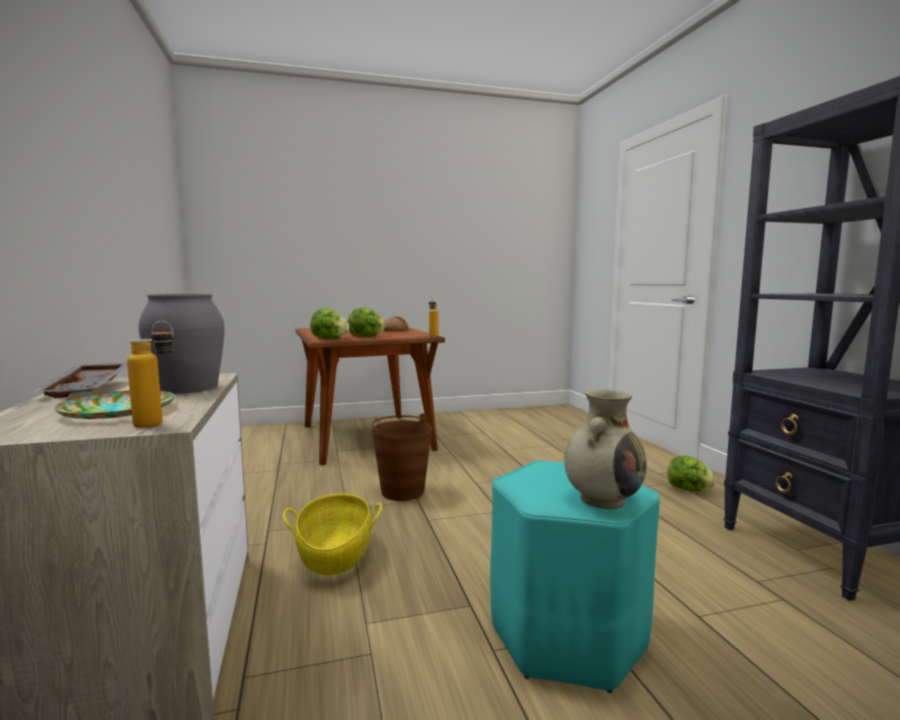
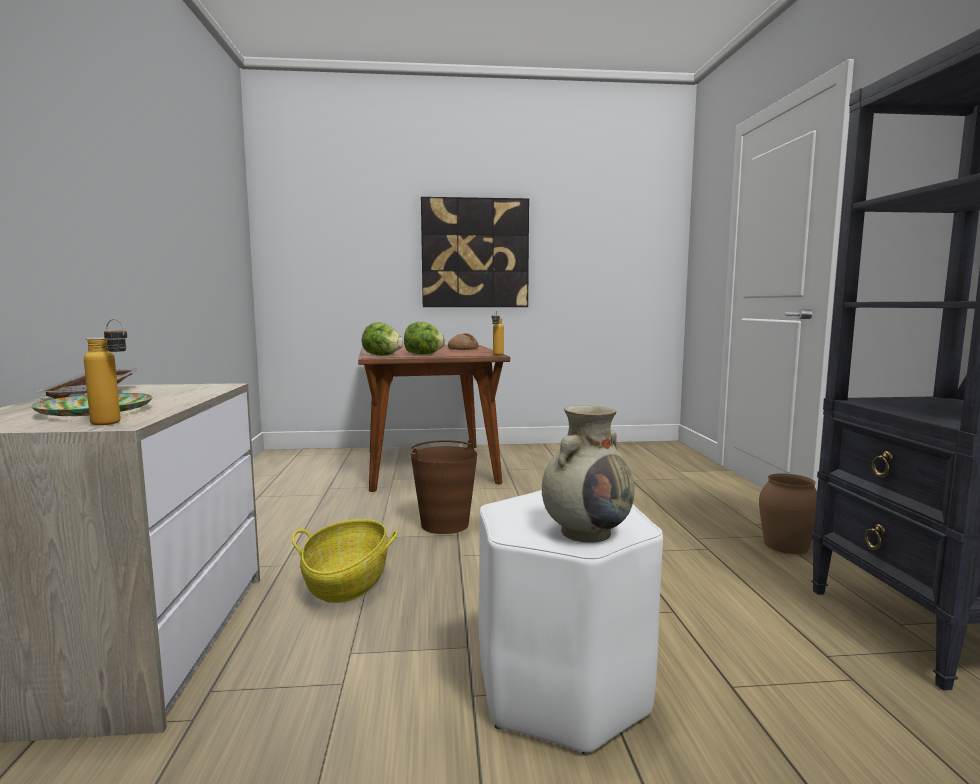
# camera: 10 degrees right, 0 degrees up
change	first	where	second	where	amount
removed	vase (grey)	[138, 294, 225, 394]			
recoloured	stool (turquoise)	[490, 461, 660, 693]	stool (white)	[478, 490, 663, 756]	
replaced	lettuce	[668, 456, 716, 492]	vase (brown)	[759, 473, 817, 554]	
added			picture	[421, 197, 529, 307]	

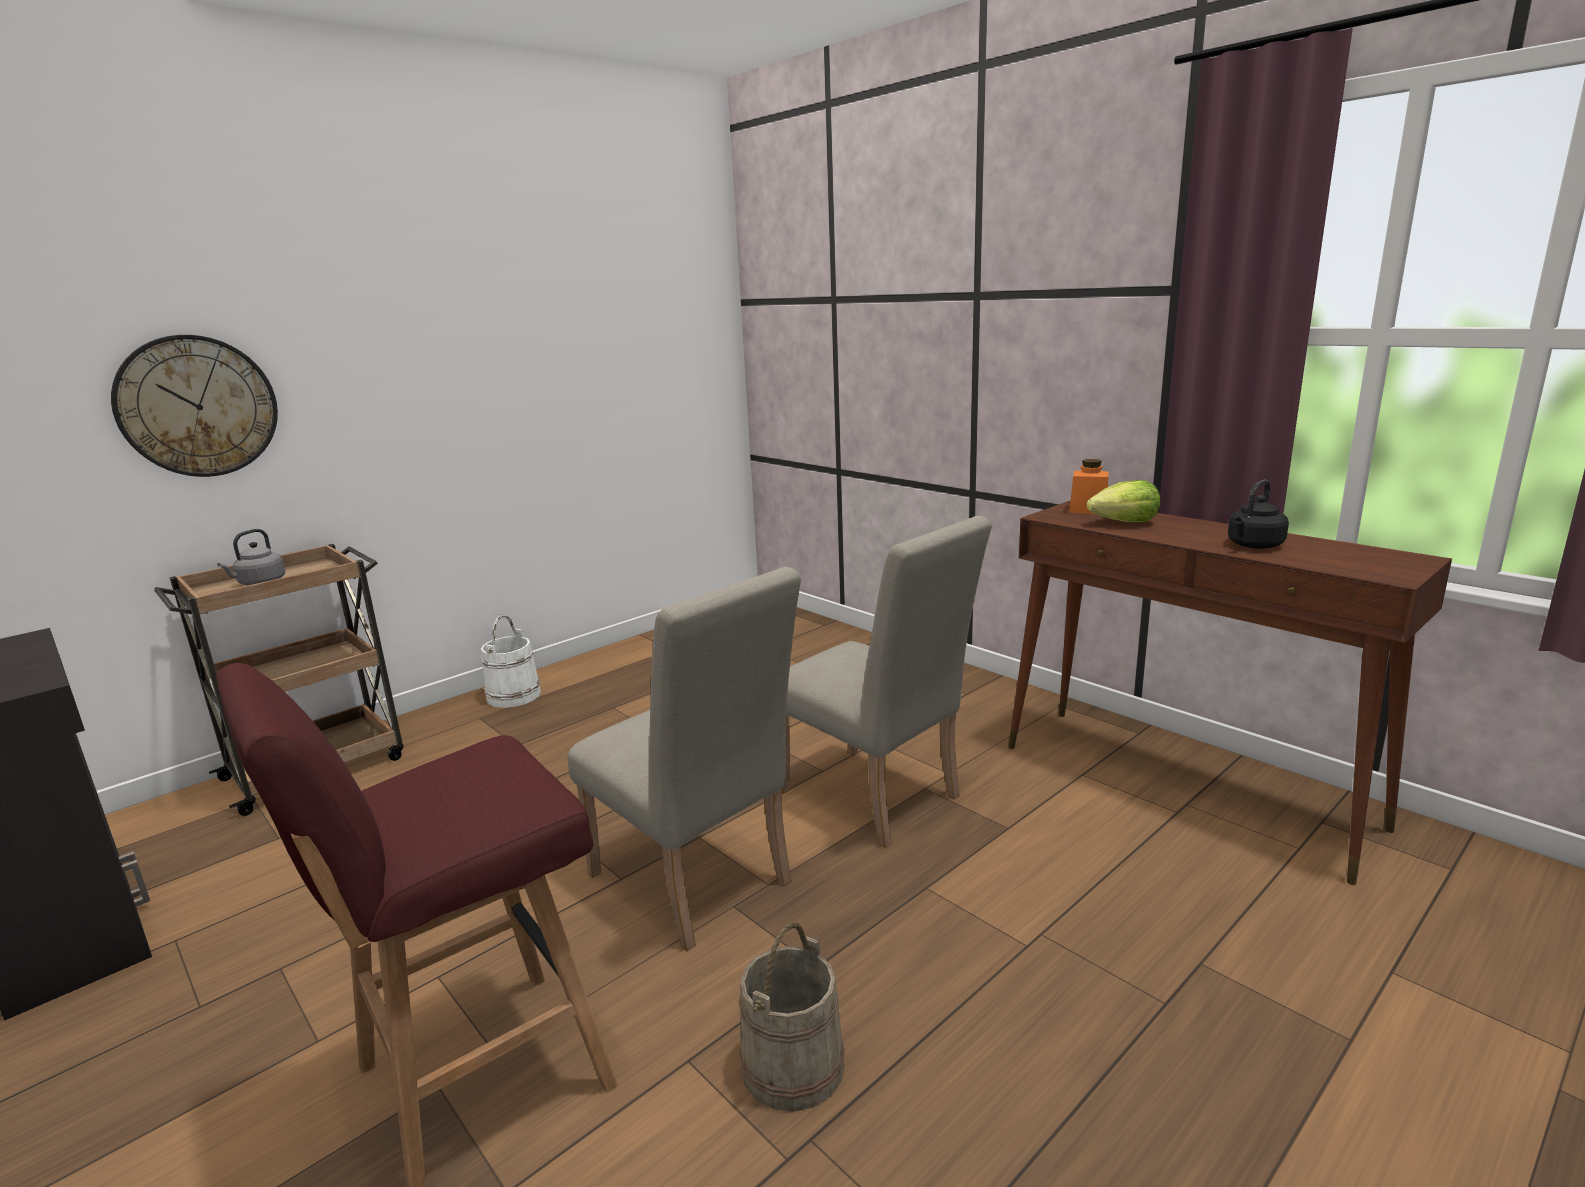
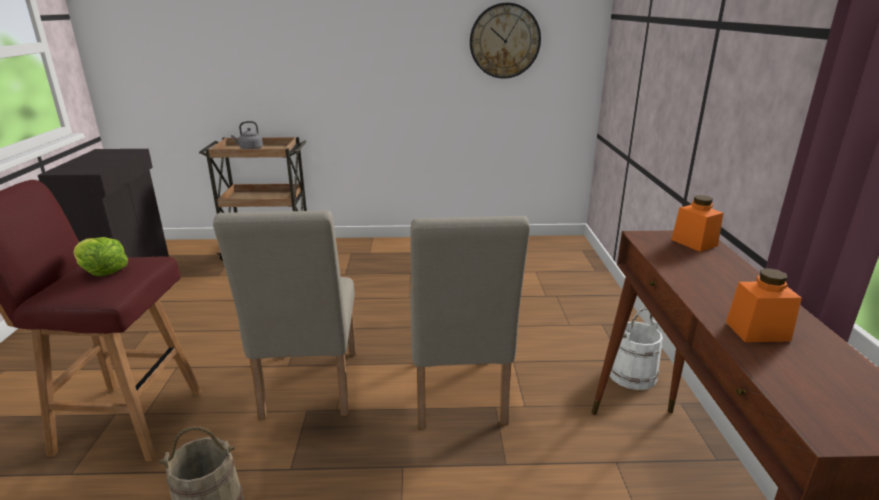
# camera: 40 degrees right, 5 degrees up
change	first	where	second	where	amount
moved	wall clock	[111, 335, 278, 477]		[470, 3, 541, 79]	
moved	bucket (white)	[481, 615, 541, 708]		[610, 307, 663, 390]	
moved	lettuce	[1087, 480, 1160, 522]		[73, 237, 128, 276]	
replaced	kettle (black)	[1228, 480, 1289, 549]	jar (orange)	[726, 268, 802, 342]	

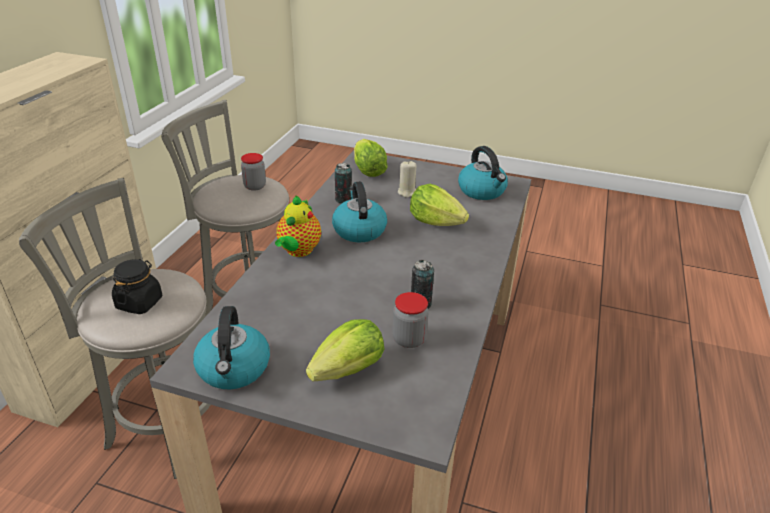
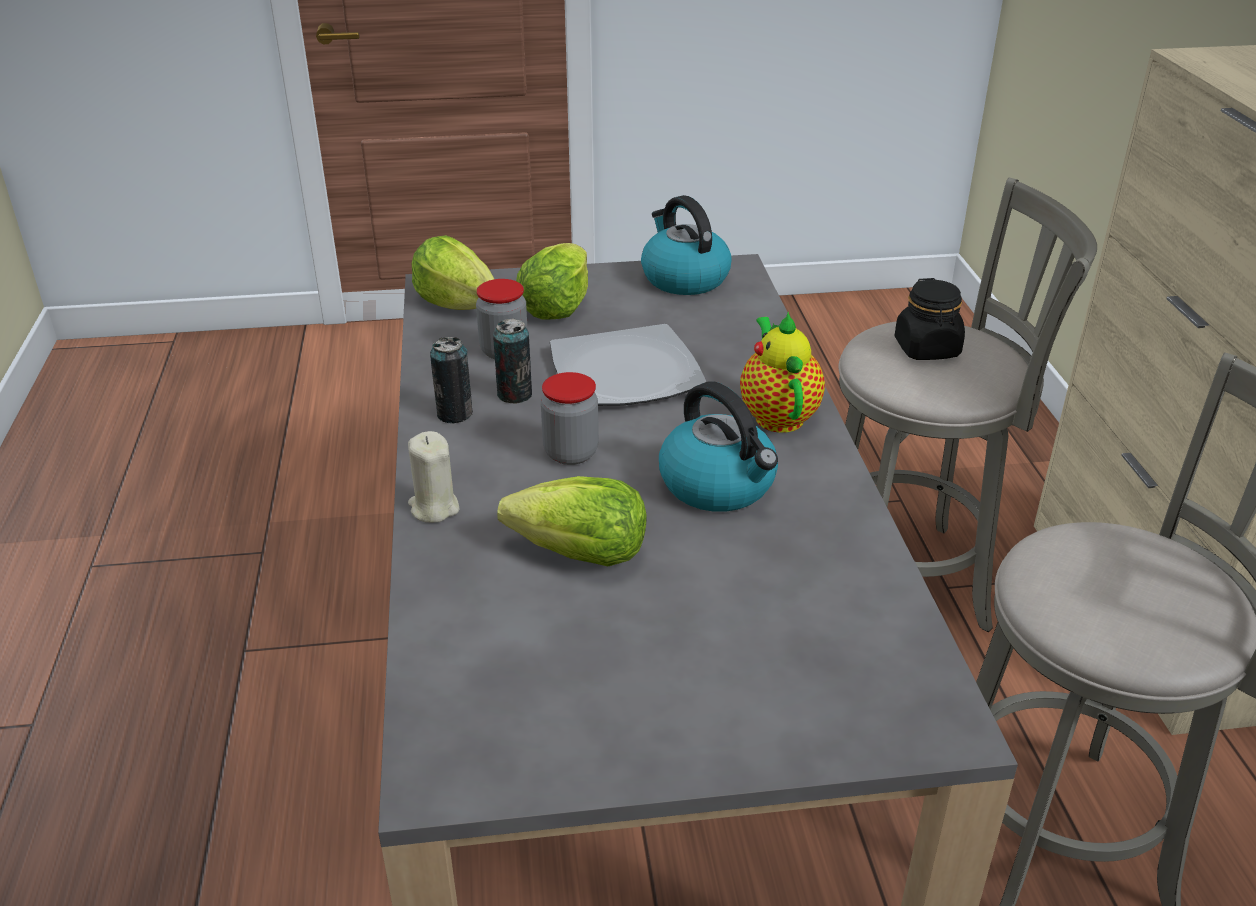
# camera: 155 degrees right, 0 degrees up
change	first	where	second	where	amount
moved	jar	[241, 153, 266, 191]		[541, 372, 599, 465]	
moved	can	[335, 163, 352, 204]		[430, 337, 473, 424]	
moved	lettuce	[354, 139, 388, 177]		[411, 235, 494, 310]	
moved	candle (beige)	[398, 161, 417, 198]		[408, 431, 459, 523]	
removed	kettle	[458, 146, 508, 200]			
added			plate	[550, 324, 706, 406]	

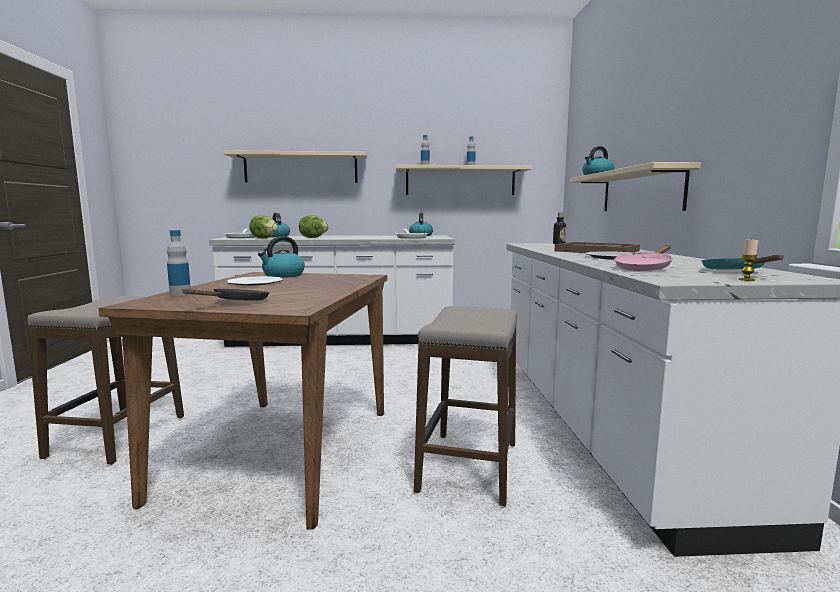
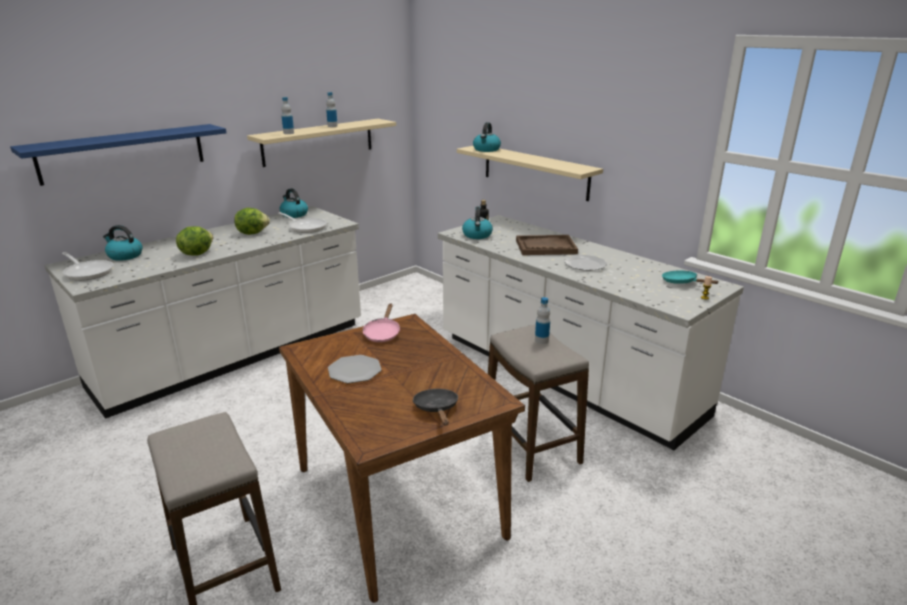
# camera: 40 degrees left, 15 degrees up
change	first	where	second	where	amount
moved	bottle	[167, 230, 191, 296]		[535, 297, 550, 344]	
recoloured	shelf (beige)	[223, 151, 367, 183]	shelf (blue)	[10, 124, 226, 186]	
moved	lettuce	[249, 215, 278, 238]		[234, 208, 270, 235]	
moved	kettle	[258, 236, 305, 278]		[462, 207, 493, 239]	
moved	frying pan (pink)	[615, 245, 672, 271]		[363, 303, 400, 342]	

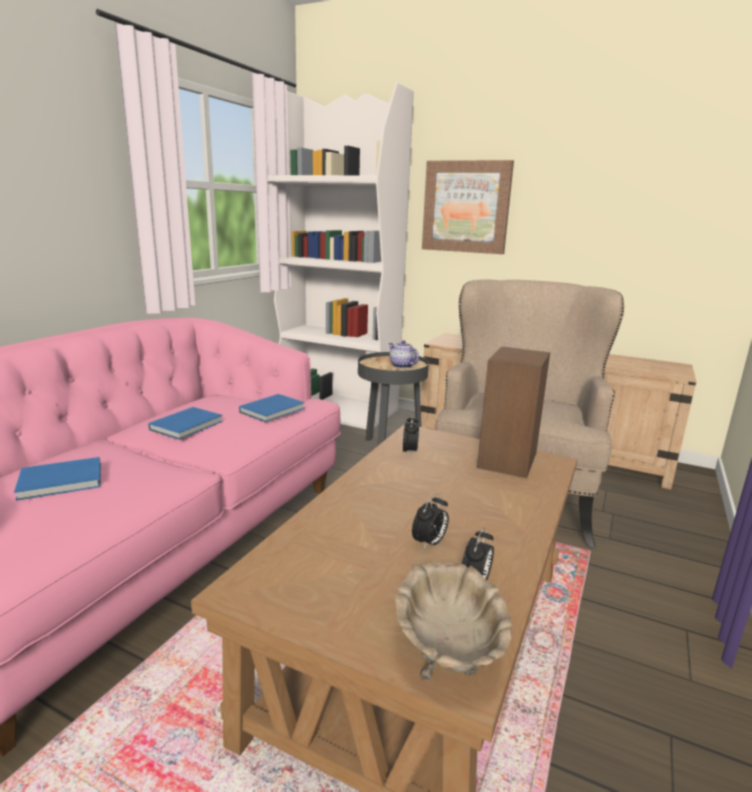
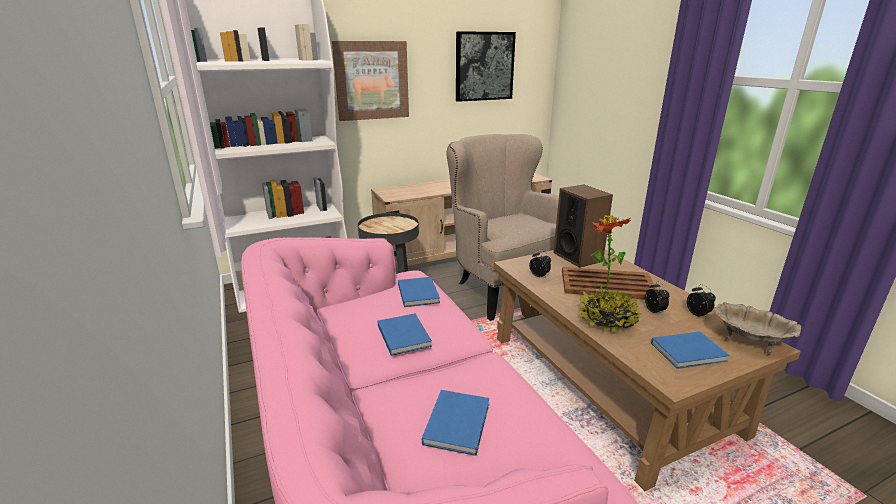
# camera: 50 degrees left, 5 degrees up
change	first	where	second	where	amount
removed	teapot	[388, 340, 419, 368]			
added			picture	[456, 31, 516, 102]	
added			tray (brown)	[562, 267, 657, 300]	
added			potted plant	[578, 215, 642, 332]	
added			book (blue)	[651, 331, 730, 369]	

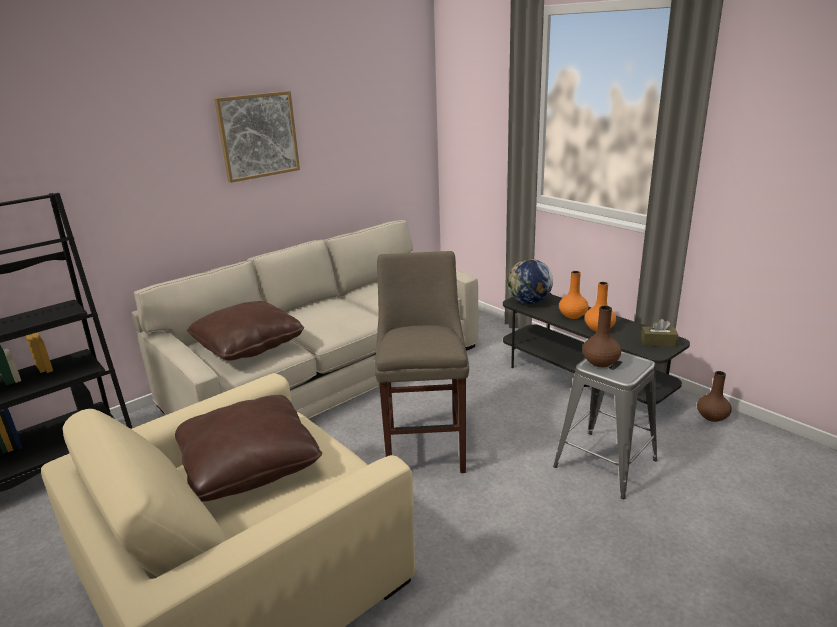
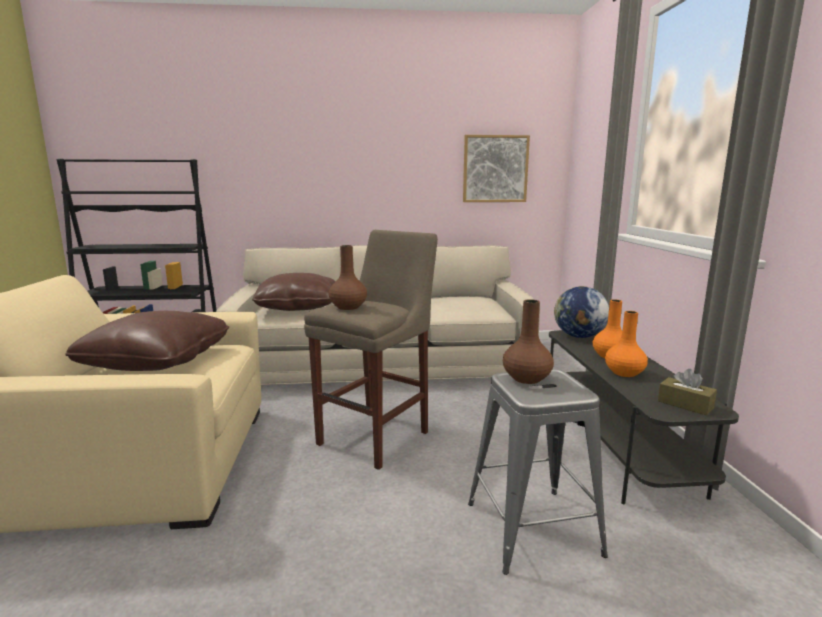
# camera: 35 degrees right, 10 degrees down
change	first	where	second	where	amount
moved	picture	[214, 91, 300, 183]		[463, 135, 530, 202]	
moved	vase (brown)	[697, 371, 732, 422]		[329, 245, 367, 310]	

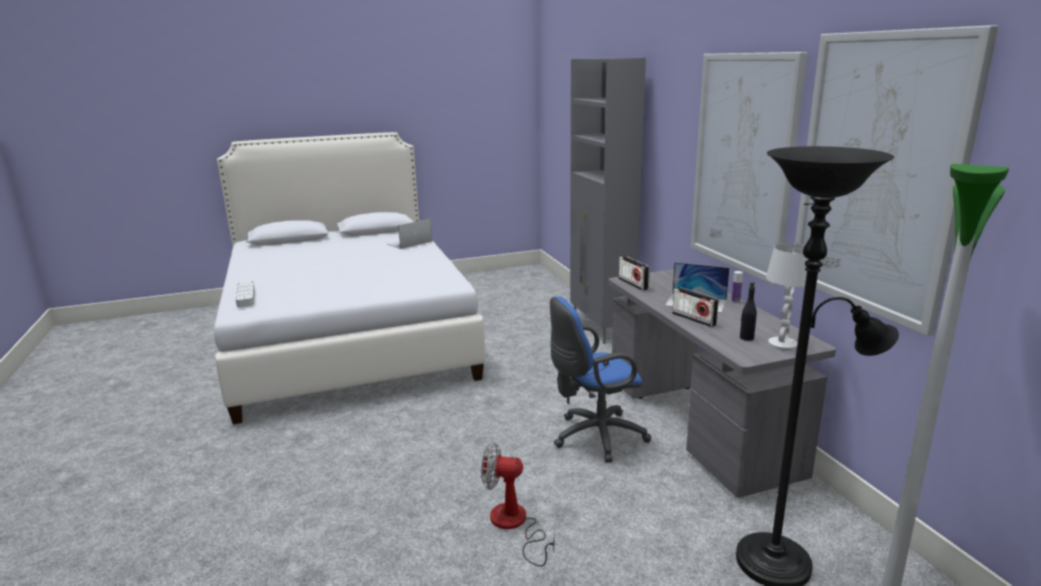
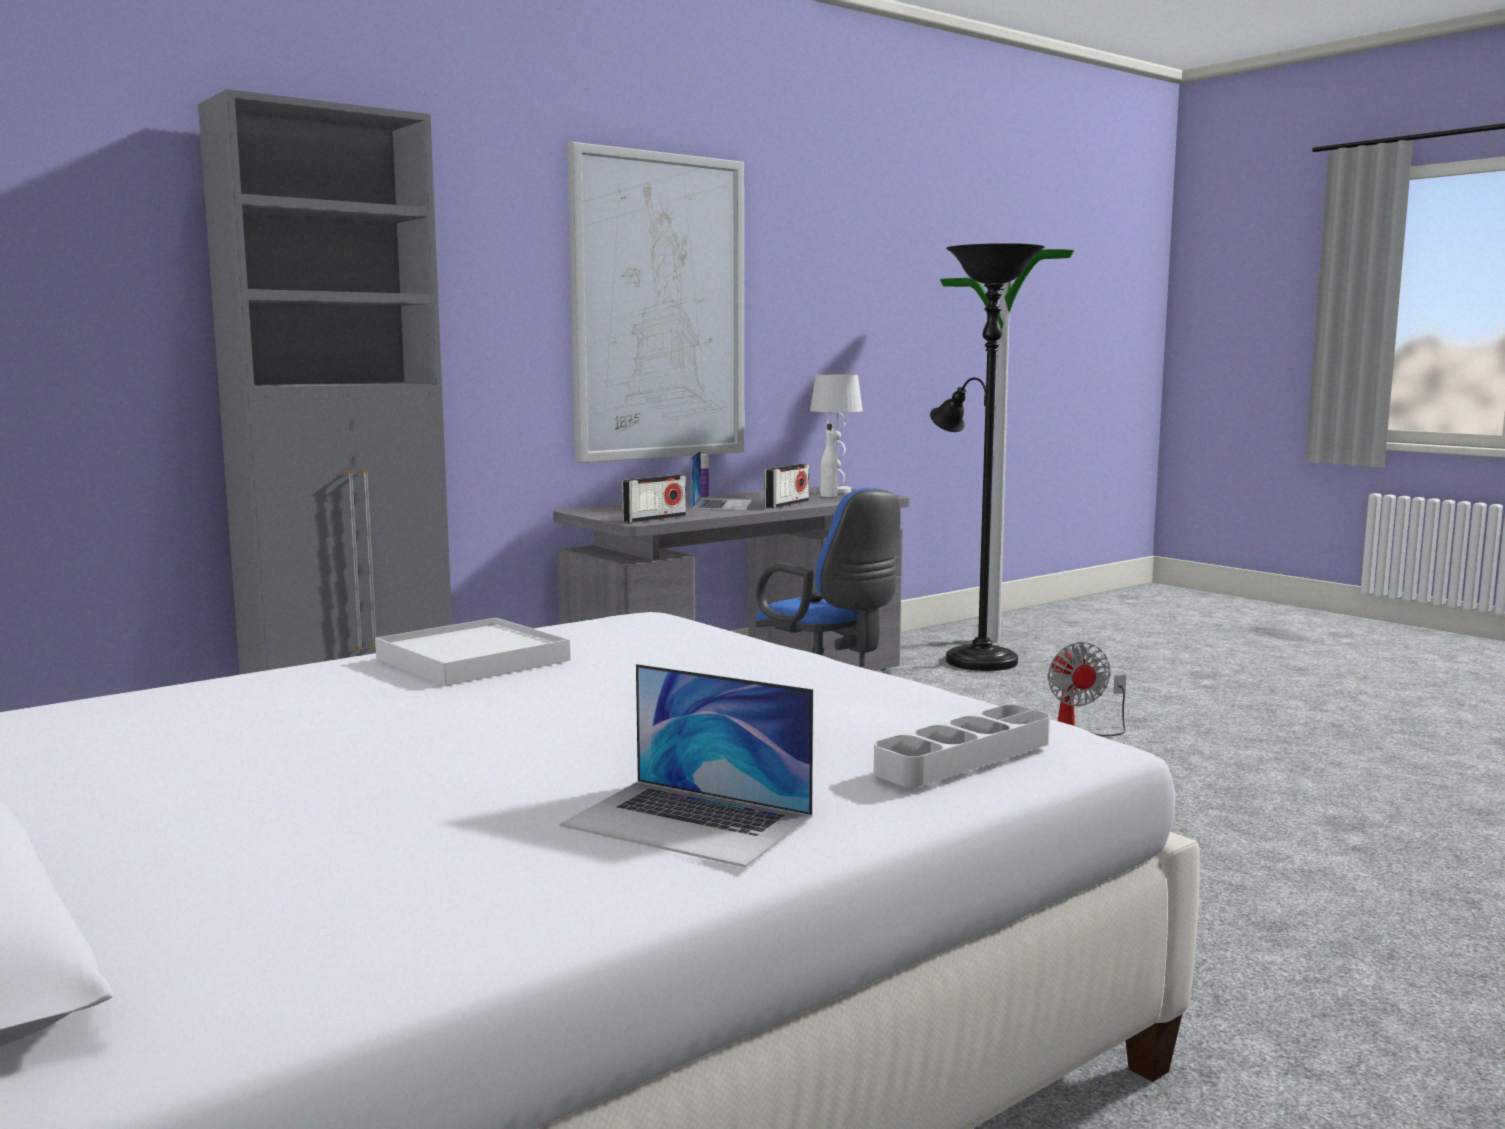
# camera: 110 degrees left, 10 degrees down
change	first	where	second	where	amount
moved	laptop	[387, 219, 432, 249]		[560, 664, 814, 867]	
recoloured	bottle (black)	[740, 282, 757, 341]	bottle (white)	[821, 424, 837, 497]	
removed	picture	[795, 25, 998, 336]			
added			tray (white)	[375, 618, 571, 686]	

